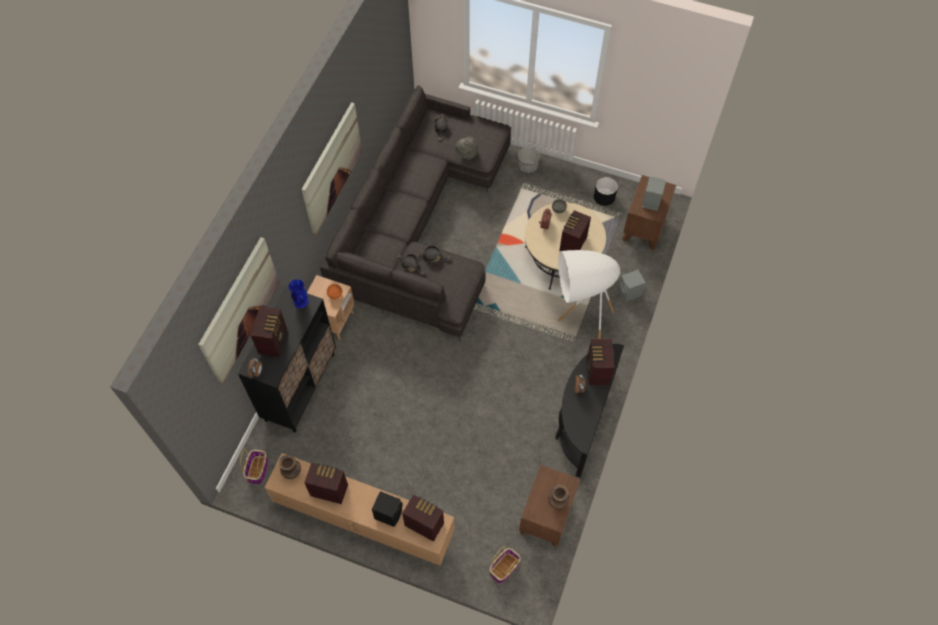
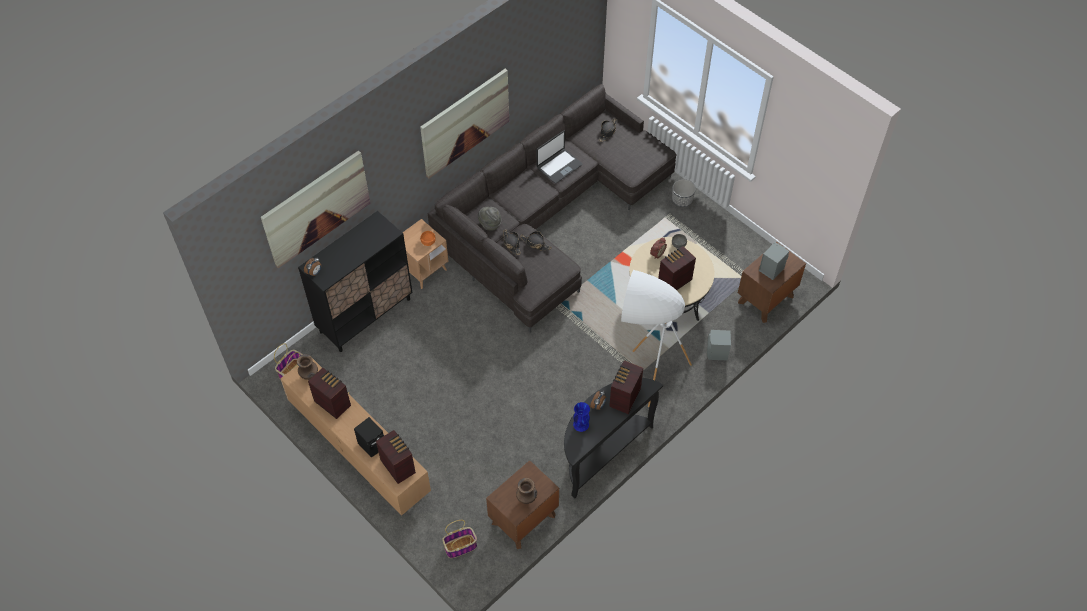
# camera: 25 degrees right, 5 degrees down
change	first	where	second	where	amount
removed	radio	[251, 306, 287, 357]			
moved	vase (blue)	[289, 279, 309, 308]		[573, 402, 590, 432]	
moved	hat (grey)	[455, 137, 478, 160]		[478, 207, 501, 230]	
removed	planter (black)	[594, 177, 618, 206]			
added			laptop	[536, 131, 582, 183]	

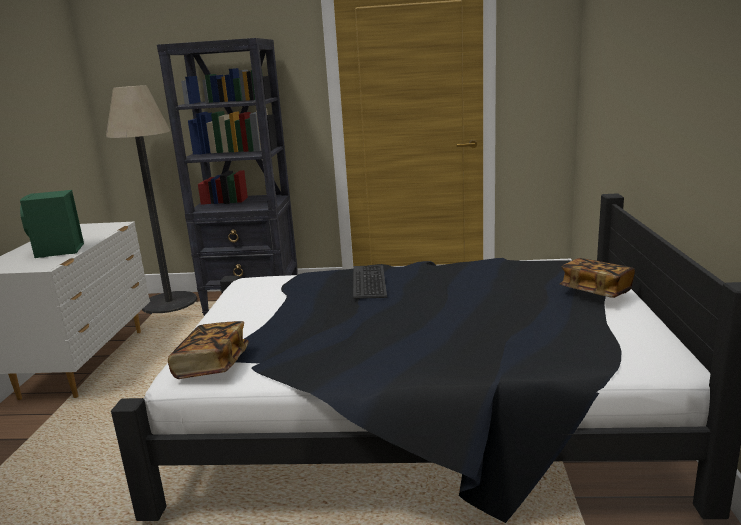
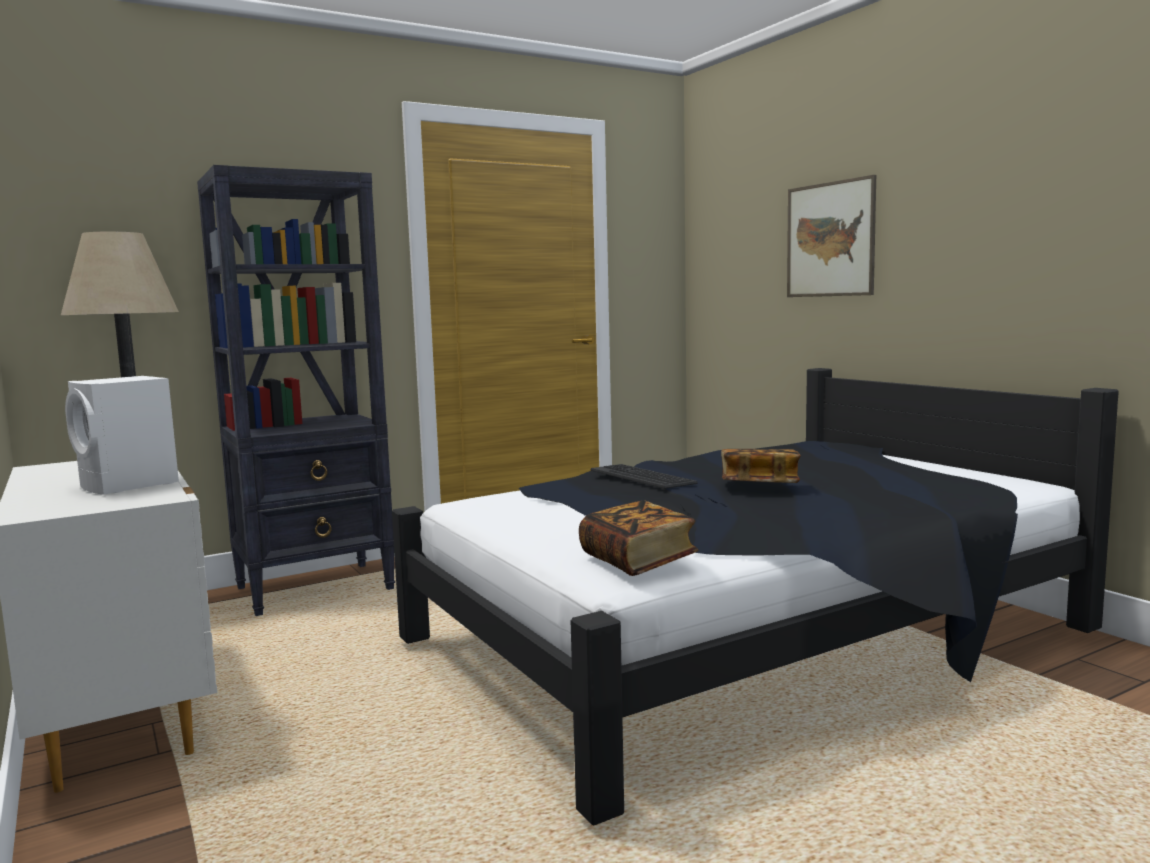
# camera: 35 degrees left, 10 degrees down
change	first	where	second	where	amount
recoloured	speaker (green)	[20, 190, 84, 258]	speaker (white)	[65, 376, 179, 495]	
moved	book	[560, 258, 635, 298]		[721, 449, 801, 483]	
added			picture	[787, 175, 876, 297]	

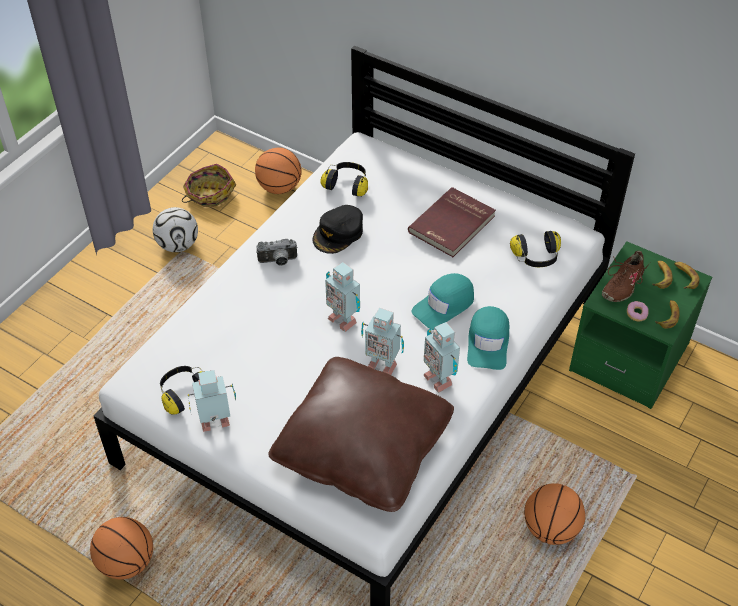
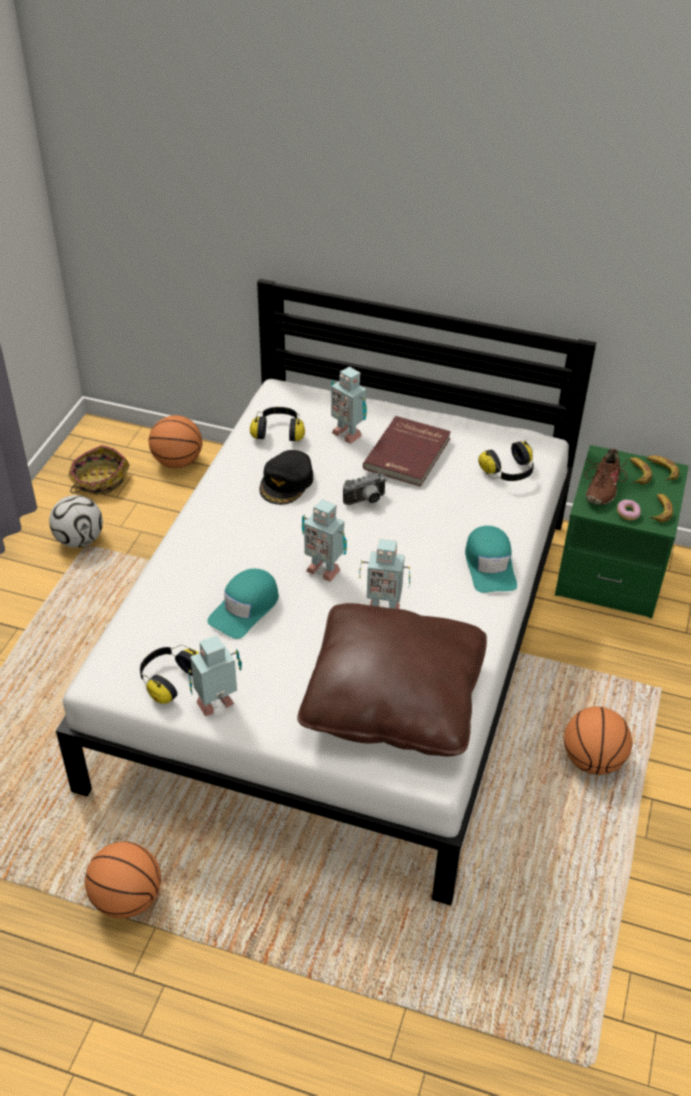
# camera: 15 degrees left, 5 degrees down
change	first	where	second	where	amount
moved	photo camera	[257, 239, 298, 266]		[343, 473, 386, 505]	
moved	cap (turquoise)	[411, 273, 474, 330]		[208, 569, 279, 639]	
moved	toy robot	[423, 322, 460, 393]		[331, 367, 367, 444]	

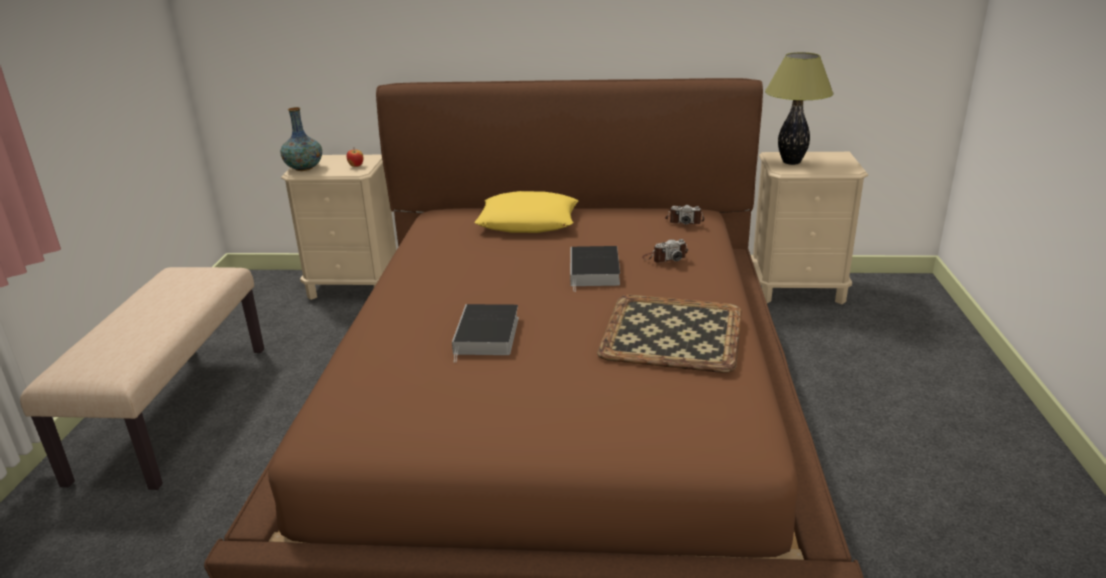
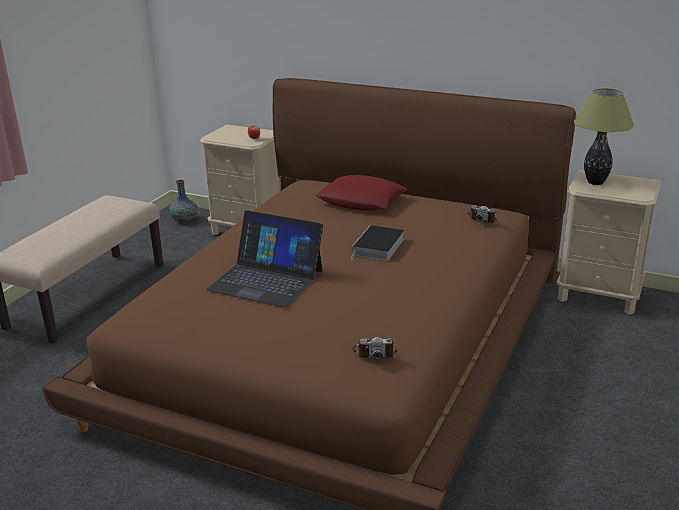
# camera: 20 degrees right, 0 degrees up
change	first	where	second	where	amount
moved	vase	[280, 107, 322, 171]		[169, 180, 198, 223]	
replaced	book	[452, 304, 519, 362]	laptop	[206, 210, 323, 308]	
recoloured	pillow (yellow)	[475, 191, 578, 233]	pillow (red)	[316, 175, 407, 210]	
removed	tray	[597, 295, 742, 373]			
moved	photo camera	[642, 239, 688, 263]		[352, 337, 397, 361]	

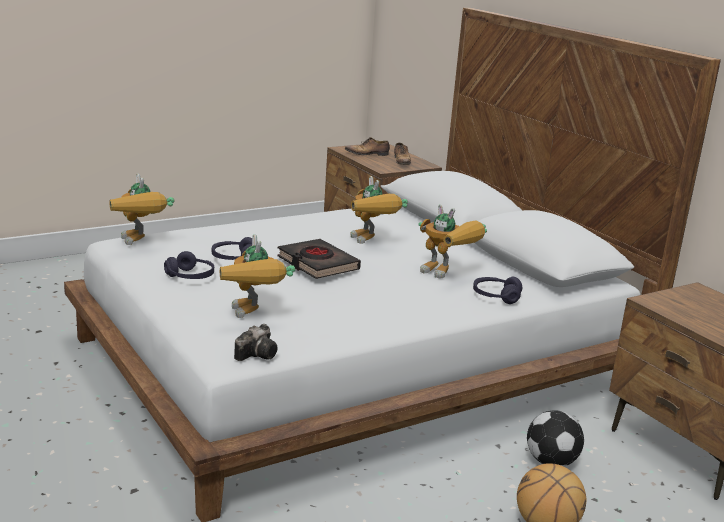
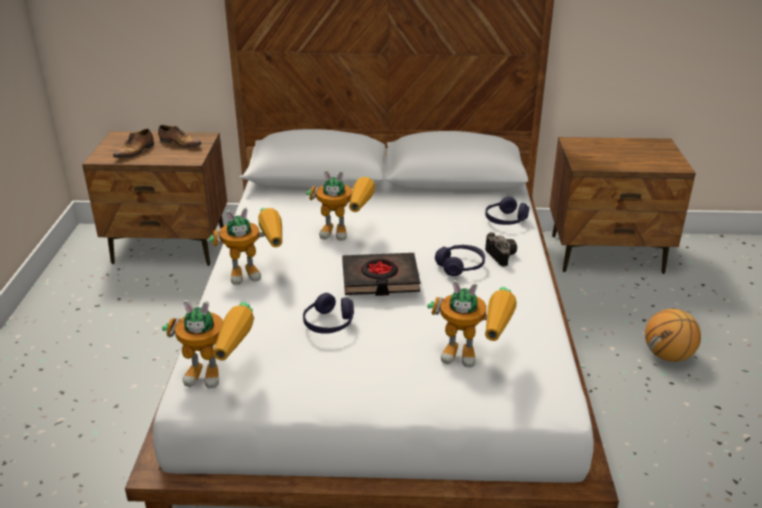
# camera: 55 degrees left, 10 degrees up
change	first	where	second	where	amount
moved	headphones (purple)	[164, 251, 214, 279]		[435, 245, 485, 276]	
moved	photo camera	[234, 324, 278, 361]		[485, 232, 517, 267]	
moved	toy robot	[418, 204, 487, 279]		[208, 207, 282, 285]	
removed	football	[527, 410, 584, 467]			

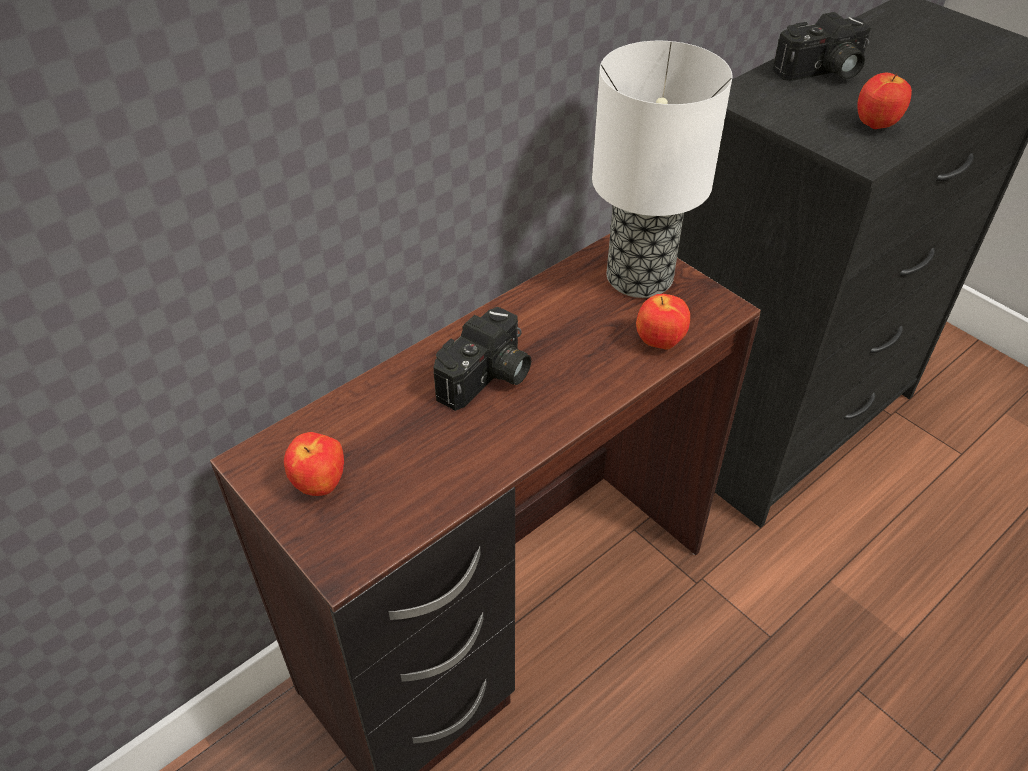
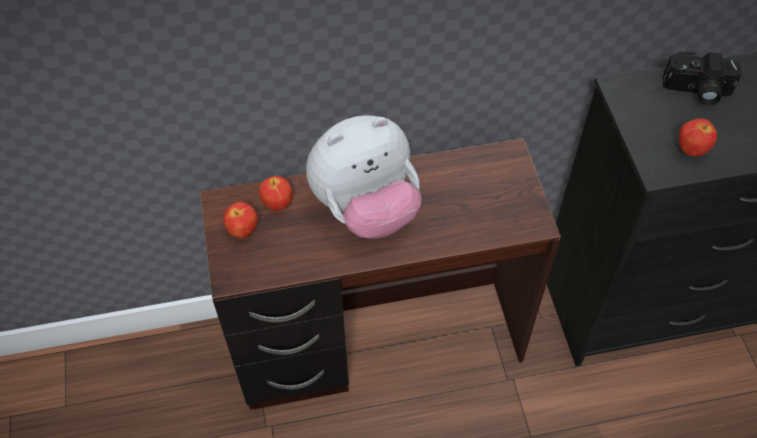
# camera: 30 degrees right, 10 degrees up
change	first	where	second	where	amount
replaced	photo camera	[433, 307, 531, 411]	plush toy	[306, 115, 421, 239]	
removed	table lamp	[592, 41, 732, 298]			
moved	apple	[636, 294, 690, 350]		[259, 176, 293, 211]	

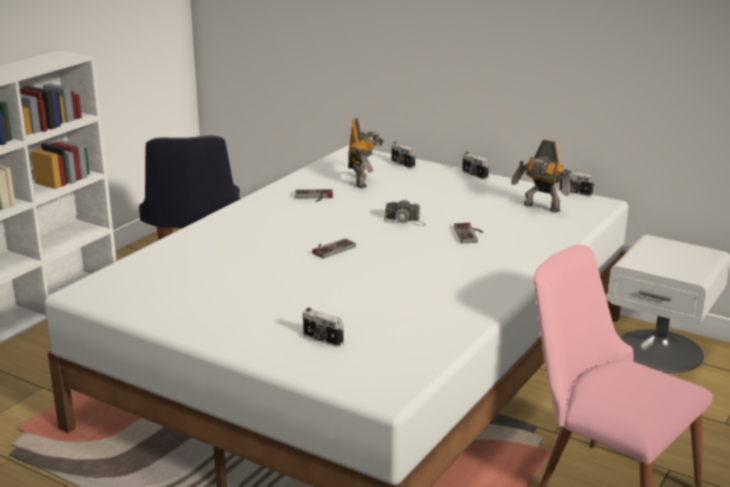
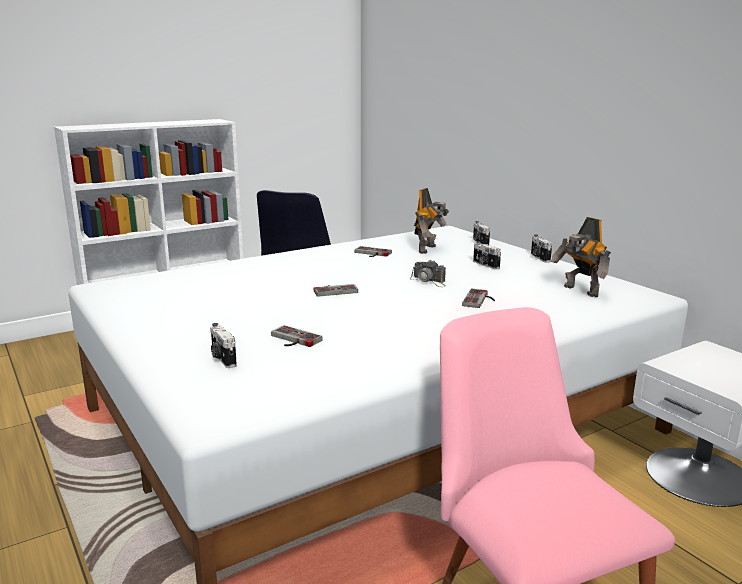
# camera: 25 degrees right, 5 degrees down
change	first	where	second	where	amount
moved	photo camera	[559, 169, 595, 197]		[473, 241, 501, 269]	
added			game controller	[271, 325, 323, 347]	

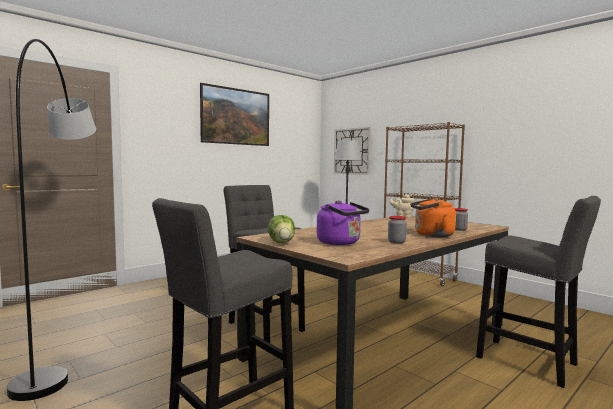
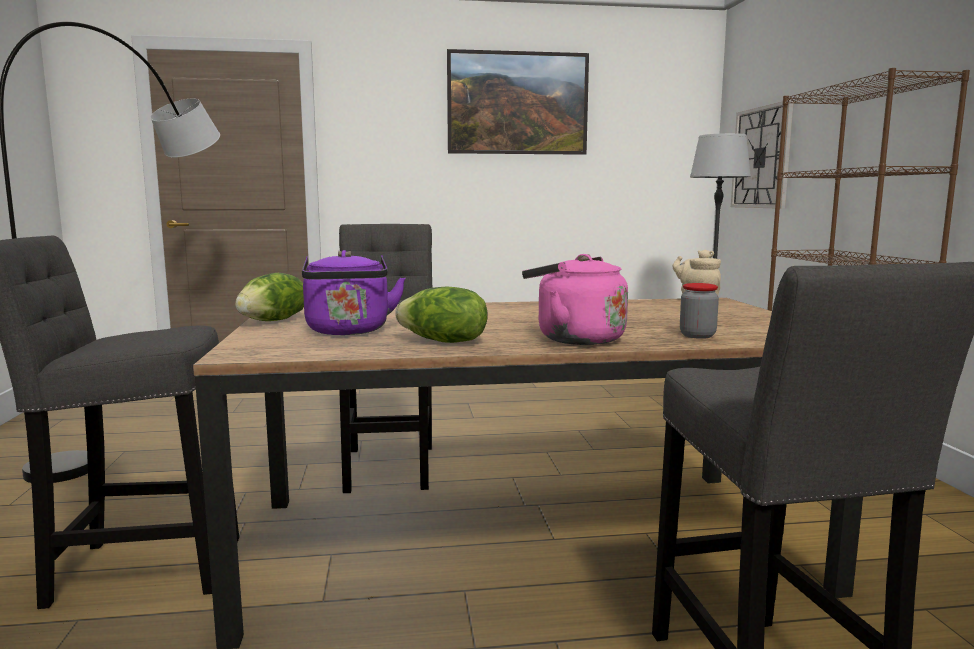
# camera: 35 degrees right, 5 degrees up
change	first	where	second	where	amount
replaced	jar	[388, 216, 407, 244]	lettuce	[395, 287, 488, 343]	
recoloured	kettle (orange)	[410, 198, 456, 237]	kettle (pink)	[522, 254, 628, 345]	

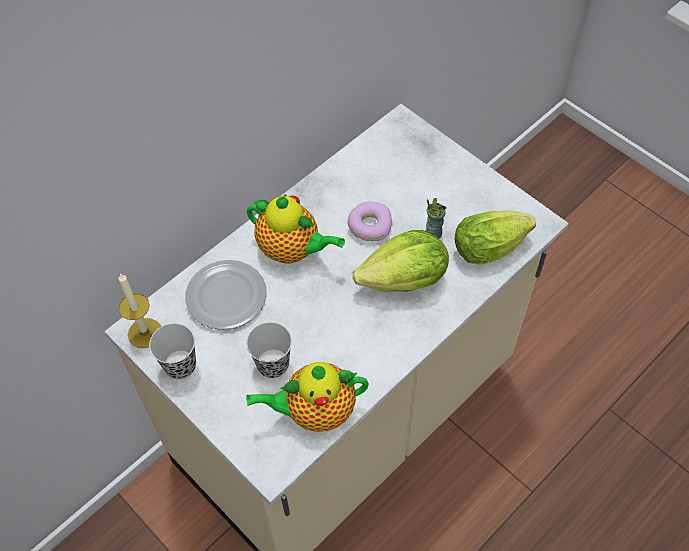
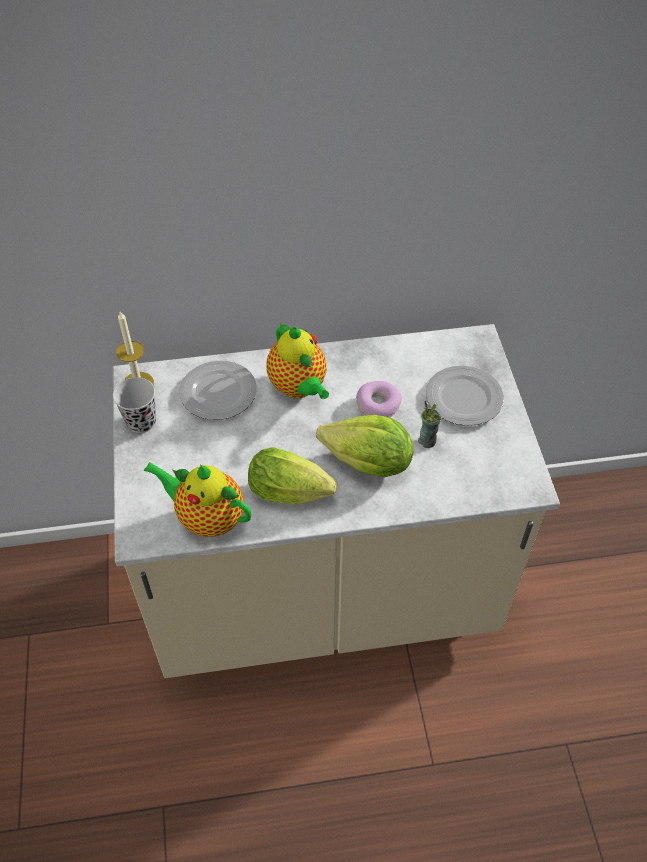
# camera: 35 degrees right, 5 degrees down
change	first	where	second	where	amount
removed	cup (black)	[246, 322, 292, 378]			
moved	lettuce	[455, 210, 536, 264]		[248, 447, 337, 504]	
added			plate	[426, 366, 504, 426]	

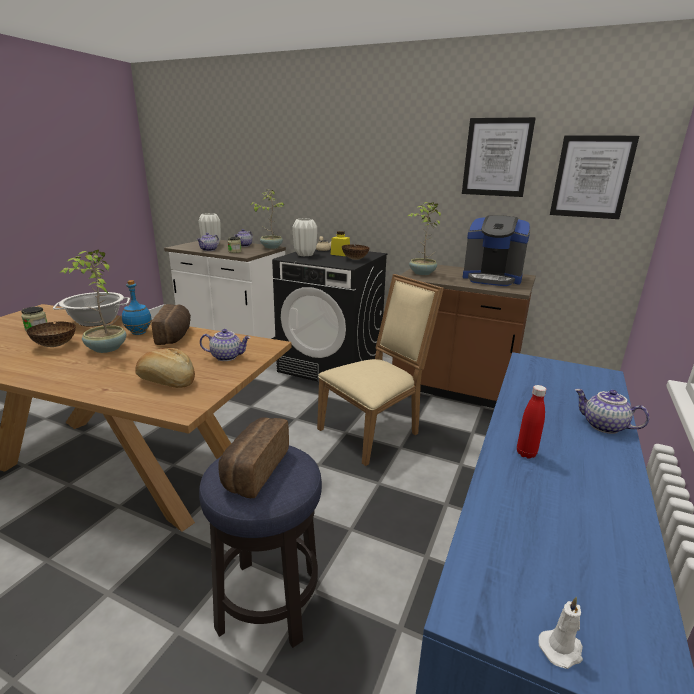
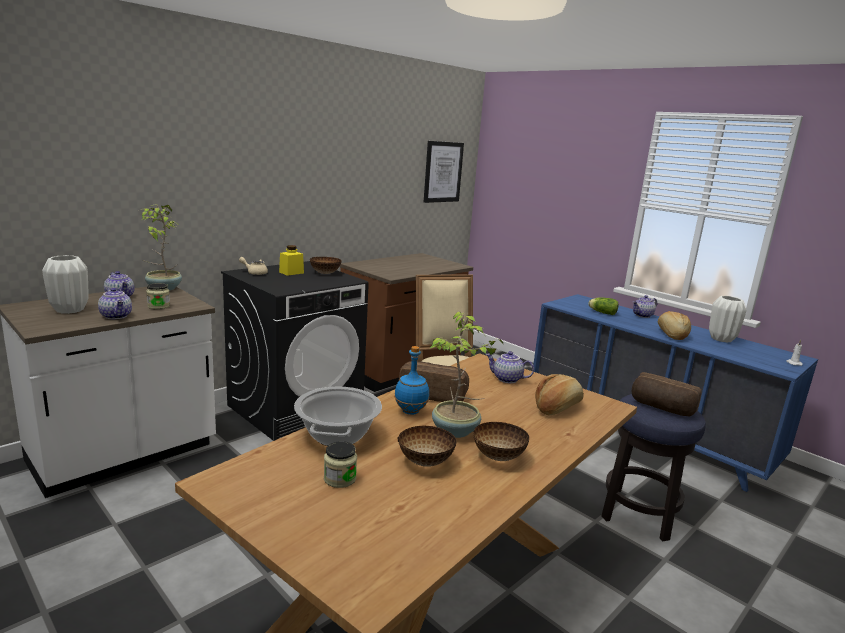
# camera: 70 degrees left, 5 degrees down
change	first	where	second	where	amount
turned	teapot	[200, 329, 251, 361]		[486, 351, 534, 383]	90 degrees counterclockwise
moved	vase (white)	[292, 219, 317, 256]		[709, 296, 746, 343]	
removed	potted plant	[408, 202, 441, 275]			
removed	picture	[462, 117, 536, 197]			
removed	coffee machine	[463, 215, 530, 286]			
replaced	bottle (red)	[517, 385, 546, 459]	bread	[658, 311, 691, 340]	
added			bowl	[473, 422, 529, 461]	
added			lettuce	[588, 297, 619, 315]	

